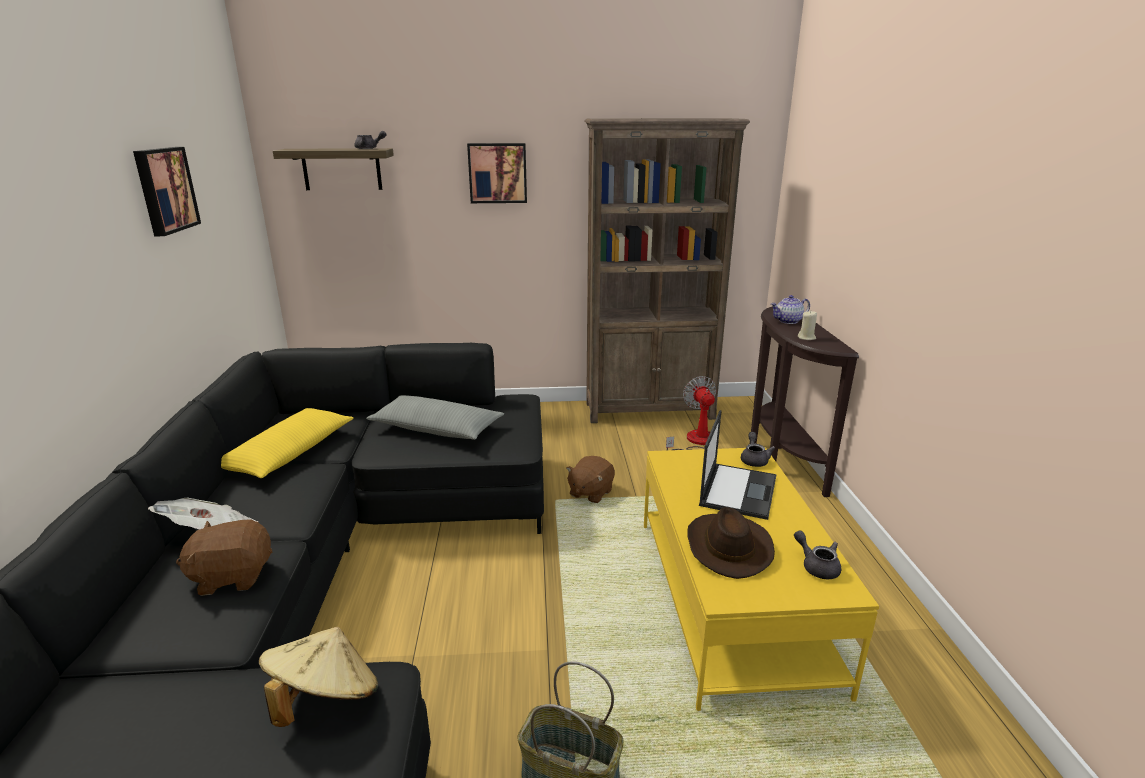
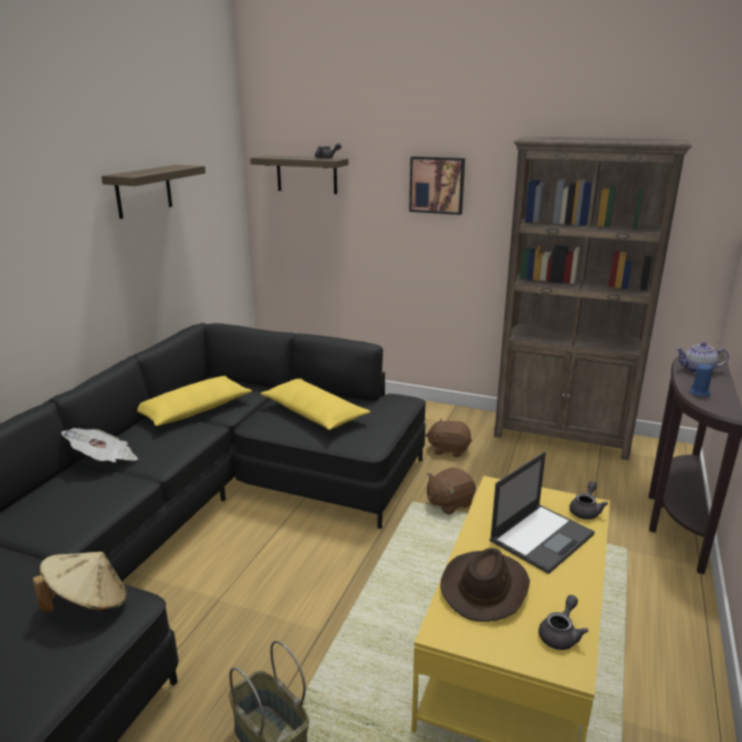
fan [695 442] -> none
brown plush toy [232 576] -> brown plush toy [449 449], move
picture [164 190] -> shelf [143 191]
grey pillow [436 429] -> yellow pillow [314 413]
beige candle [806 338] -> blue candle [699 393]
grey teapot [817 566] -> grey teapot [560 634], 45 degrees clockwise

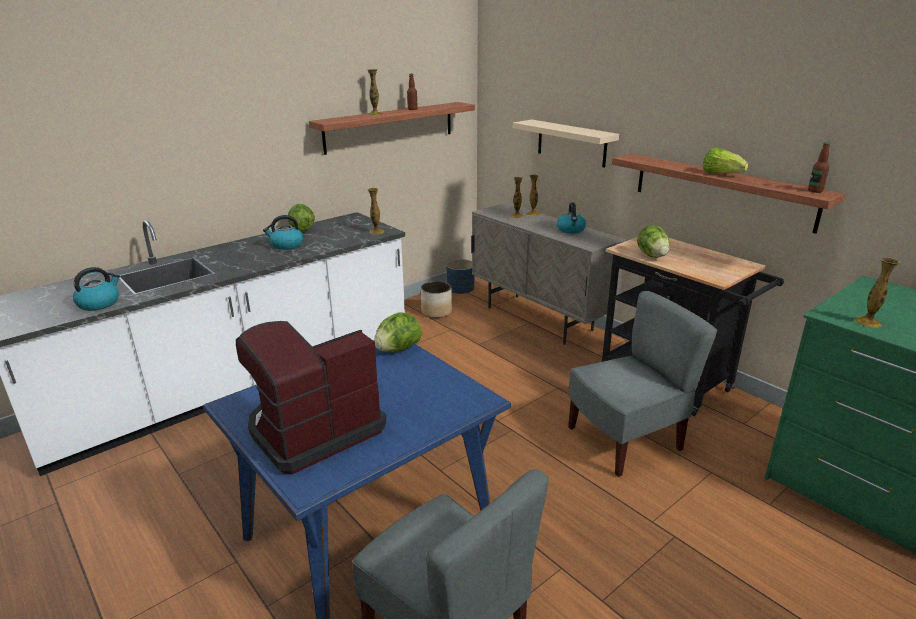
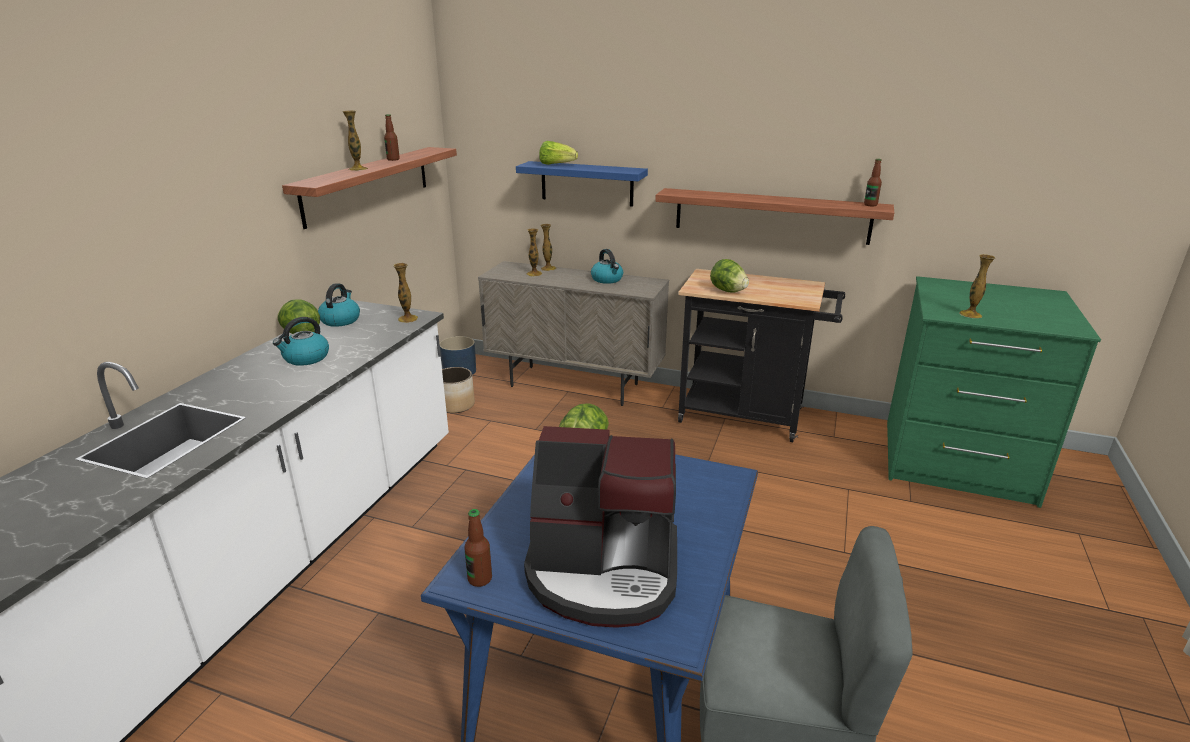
grey chair [626 440] -> none
none -> bottle [480 579]
kettle [99 303] -> kettle [340 320], move
lettuce [721 174] -> lettuce [556 164], move
beige shelf [571 143] -> blue shelf [586 183]
coffee machine [313 430] -> coffee machine [603 572], 105 degrees counterclockwise

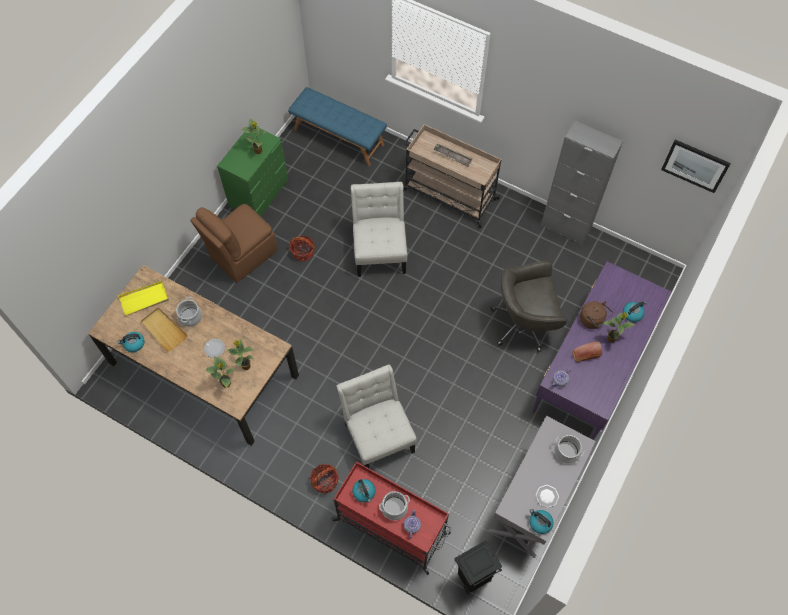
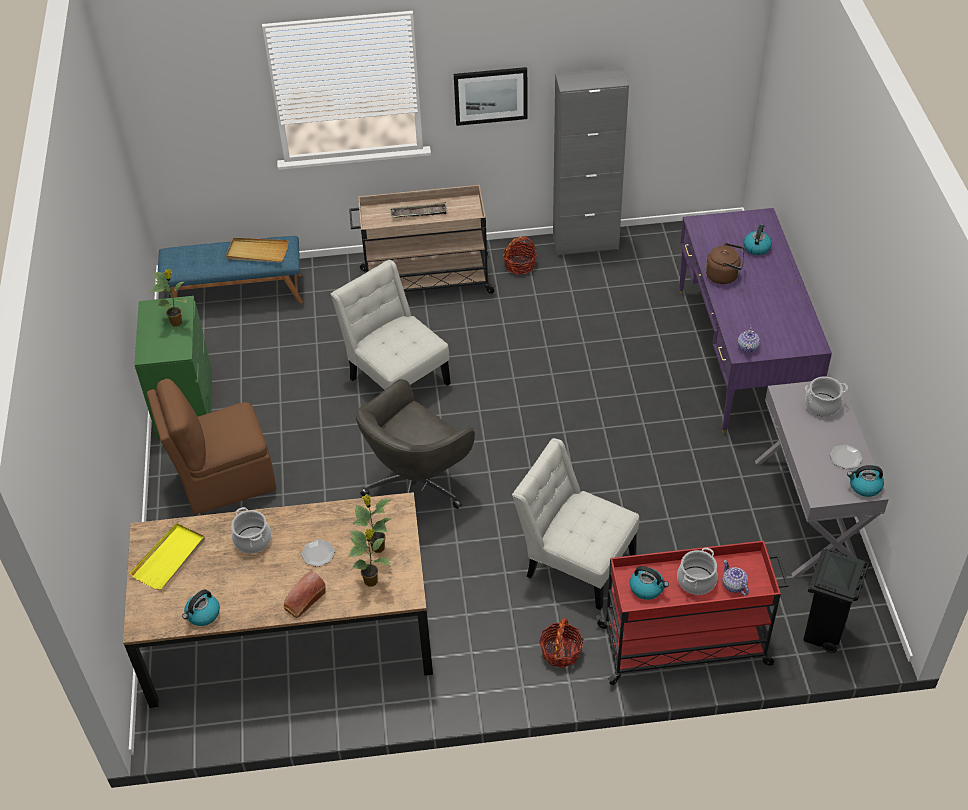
potted plant [611 338] -> none
beige tray [164 330] -> beige tray [257 252], move
basket [303 252] -> basket [520 265], move
grey office chair [524 323] -> grey office chair [417 487], move
bread [585 354] -> bread [304 601], move
picture [695 165] -> picture [490 95], move
brown chair [242 255] -> brown chair [224 480], 60 degrees clockwise

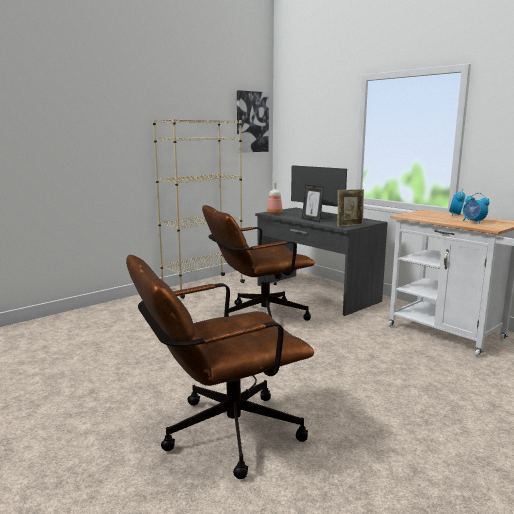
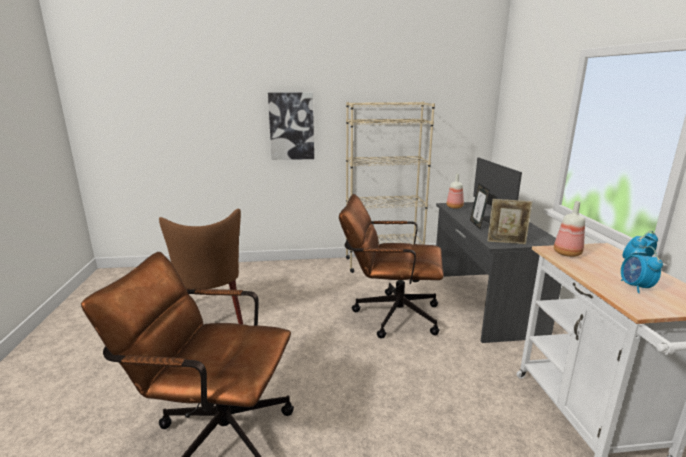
none -> brown chair [212 317]
none -> bottle [566 253]
picture [251 122] -> picture [291 126], move

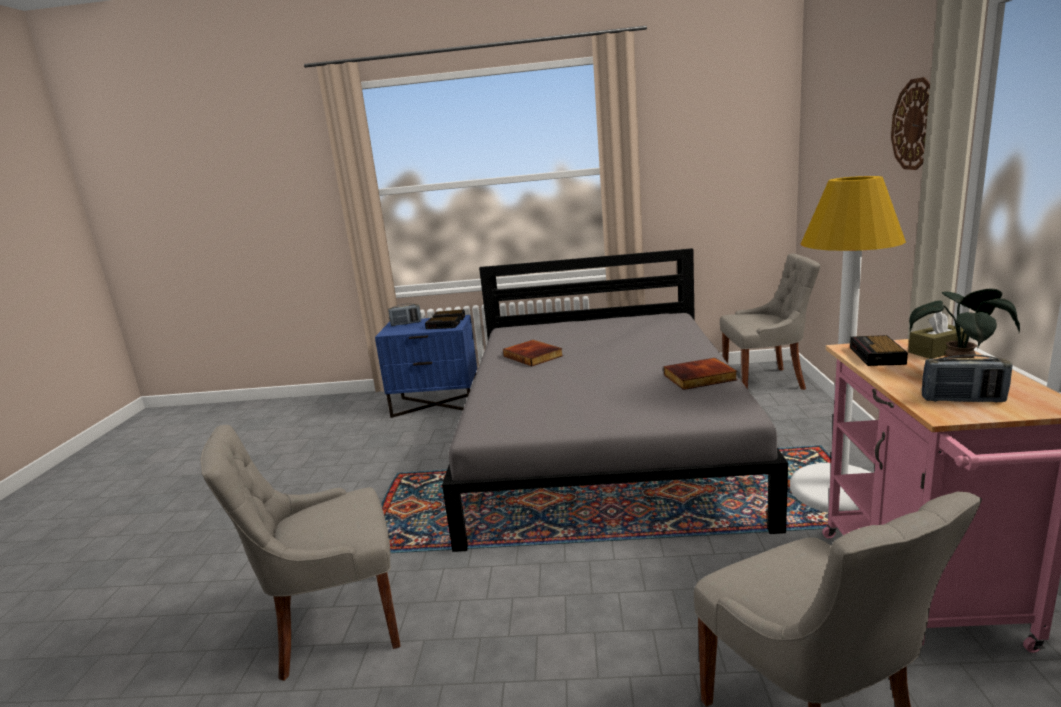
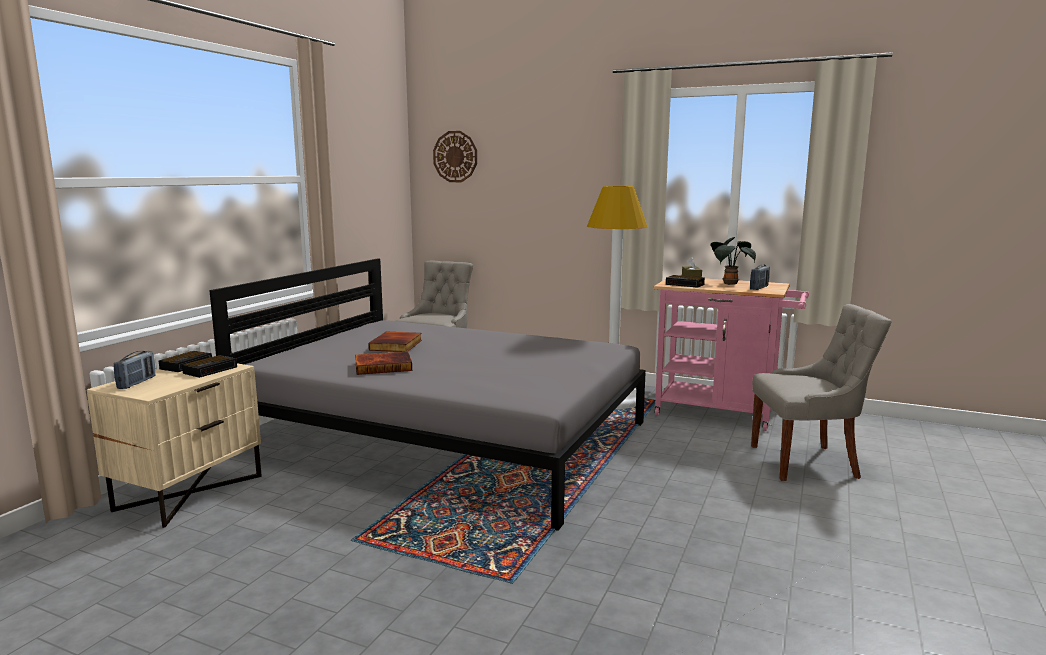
grey chair [333 626] -> none
book [699 378] -> book [397 345], move
wall clock [915 124] -> wall clock [455 156], move
blue nightstand [436 404] -> beige nightstand [189 492]

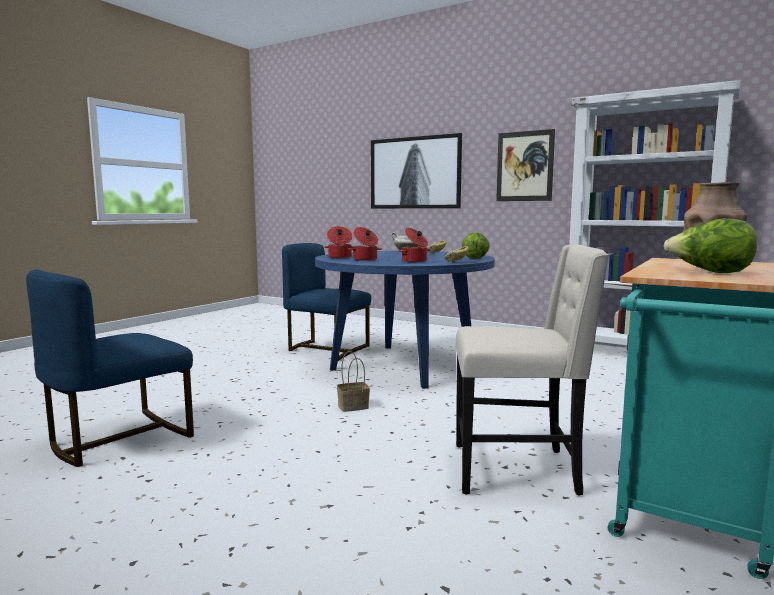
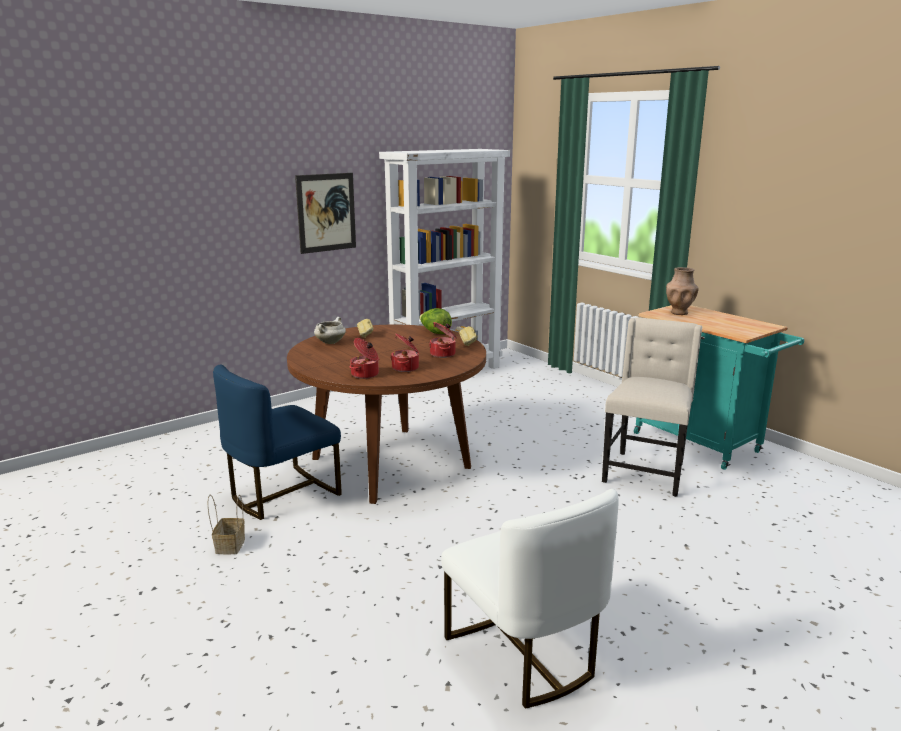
picture [414 173] -> none
lettuce [710 272] -> none
basket [354 406] -> basket [230 545], move
blue chair [118 438] -> white chair [524 654]
blue dining table [404 365] -> brown dining table [391 463]

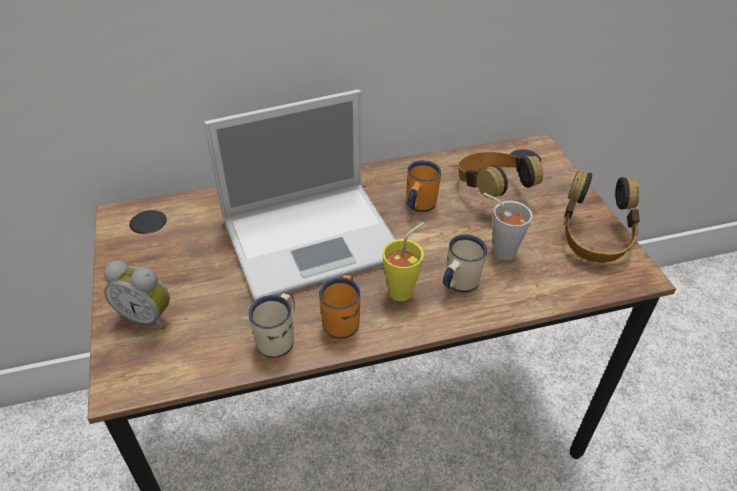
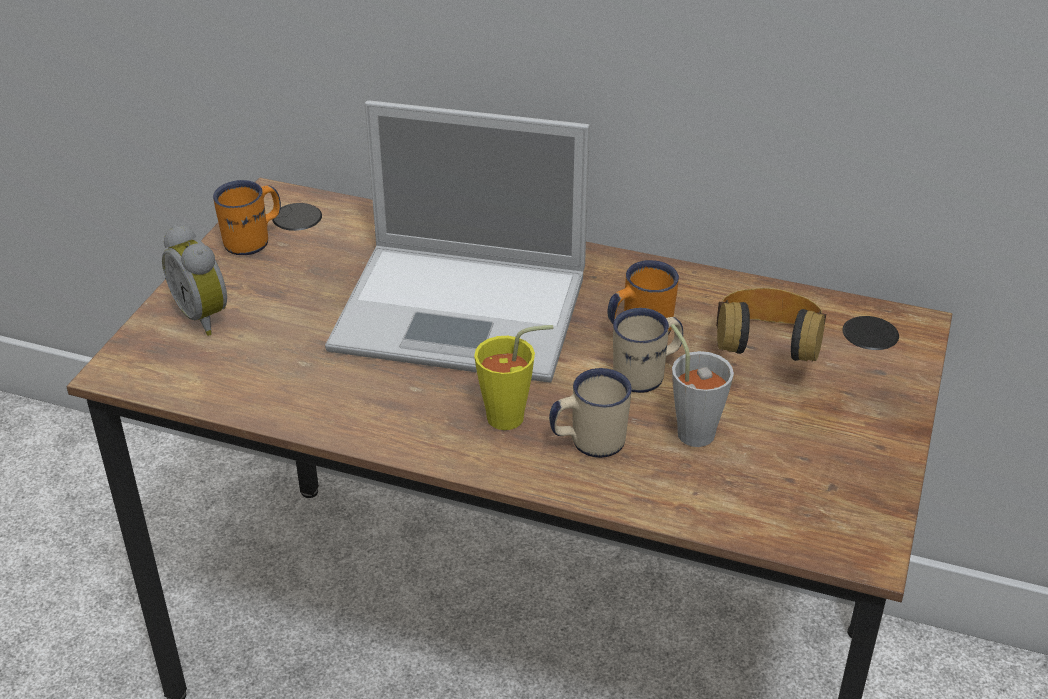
headphones [594 238] -> none
beige mug [279 337] -> beige mug [647 374], move
orange mug [343 319] -> orange mug [254 240], move

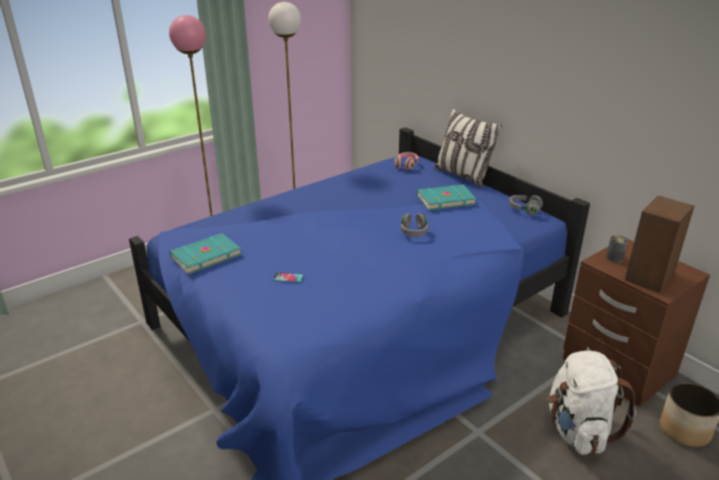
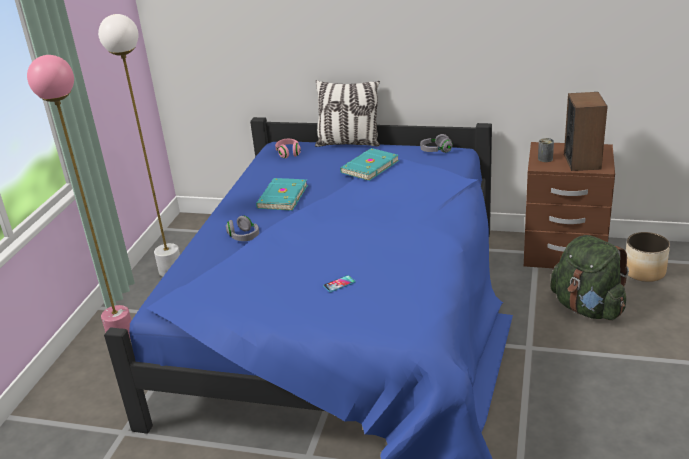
turquoise book [205 255] -> turquoise book [281 197], move
grey headphones [413 232] -> grey headphones [244 237], move
white backpack [578 430] -> green backpack [587 308]

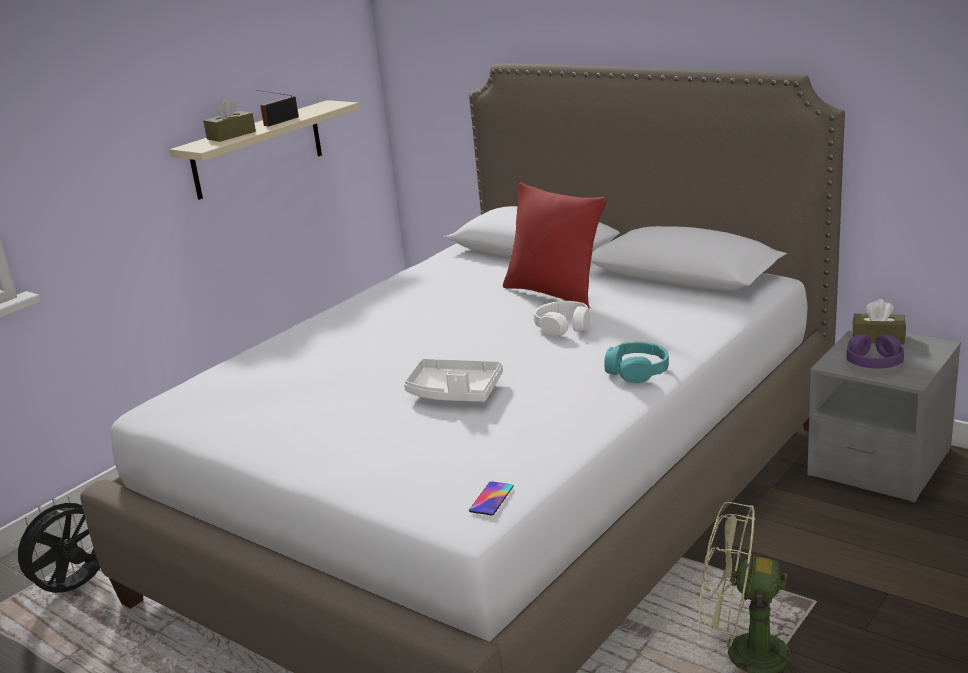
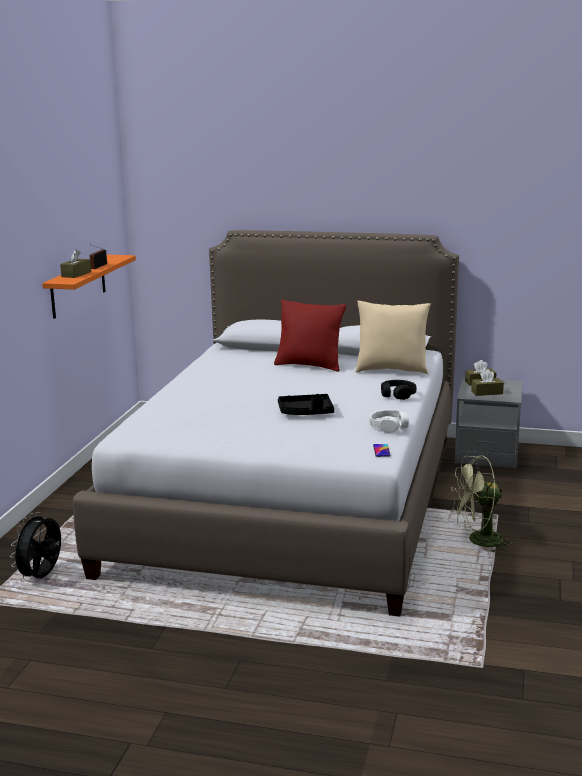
none -> beige pillow [391 370]
white headphones [563 326] -> white headphones [388 426], move
purple headphones [874 361] -> brown tissue box [487 392]
beige shelf [257 149] -> orange shelf [78 286]
white tray [454 392] -> black tray [306 412]
turquoise headphones [637 371] -> black headphones [398 395]

